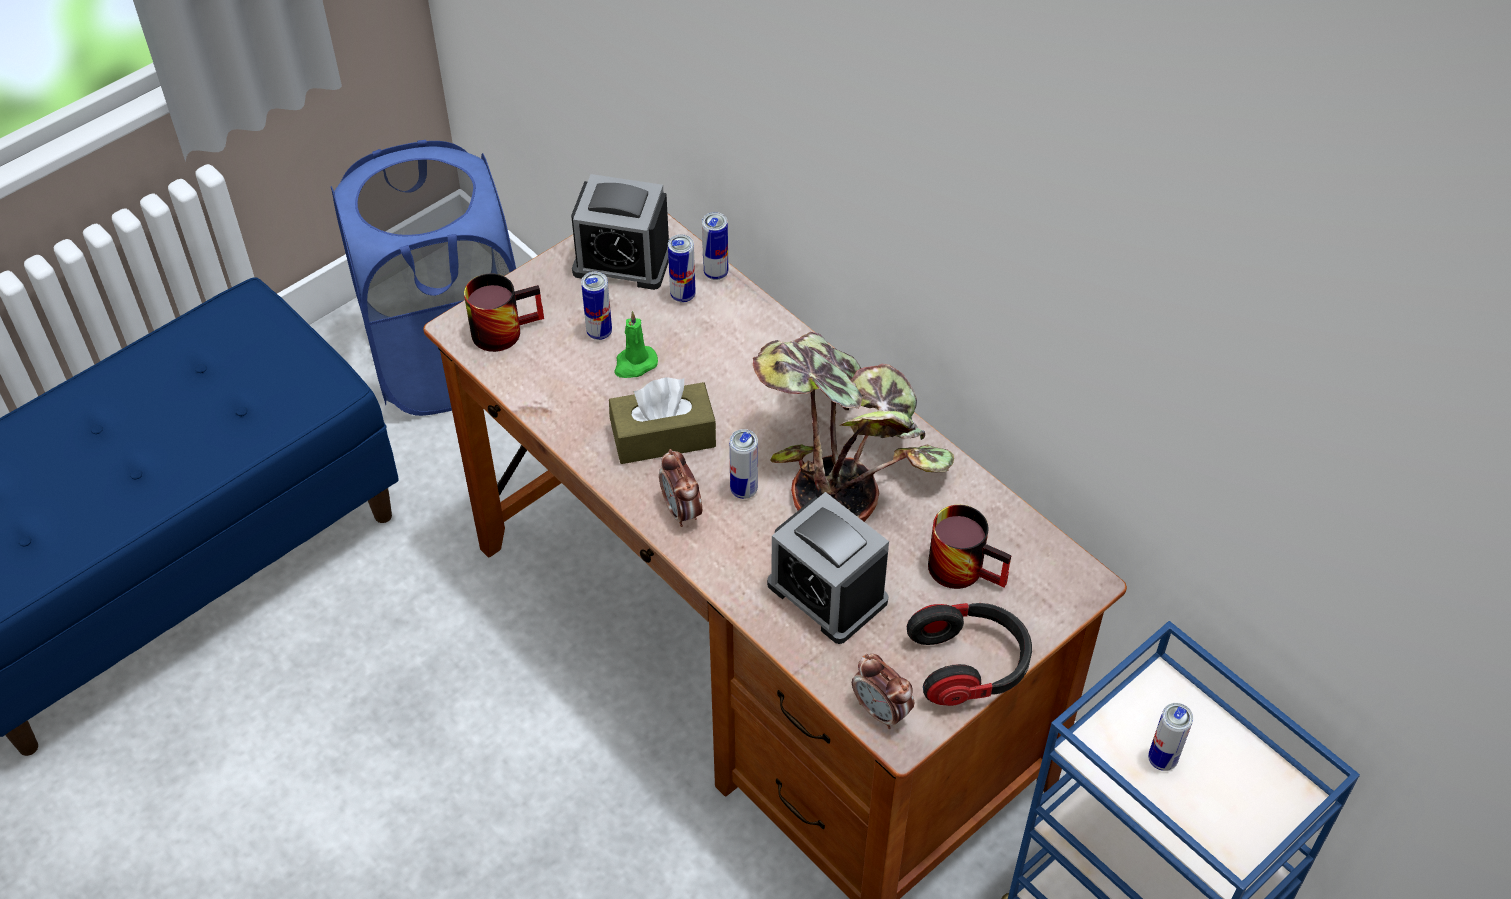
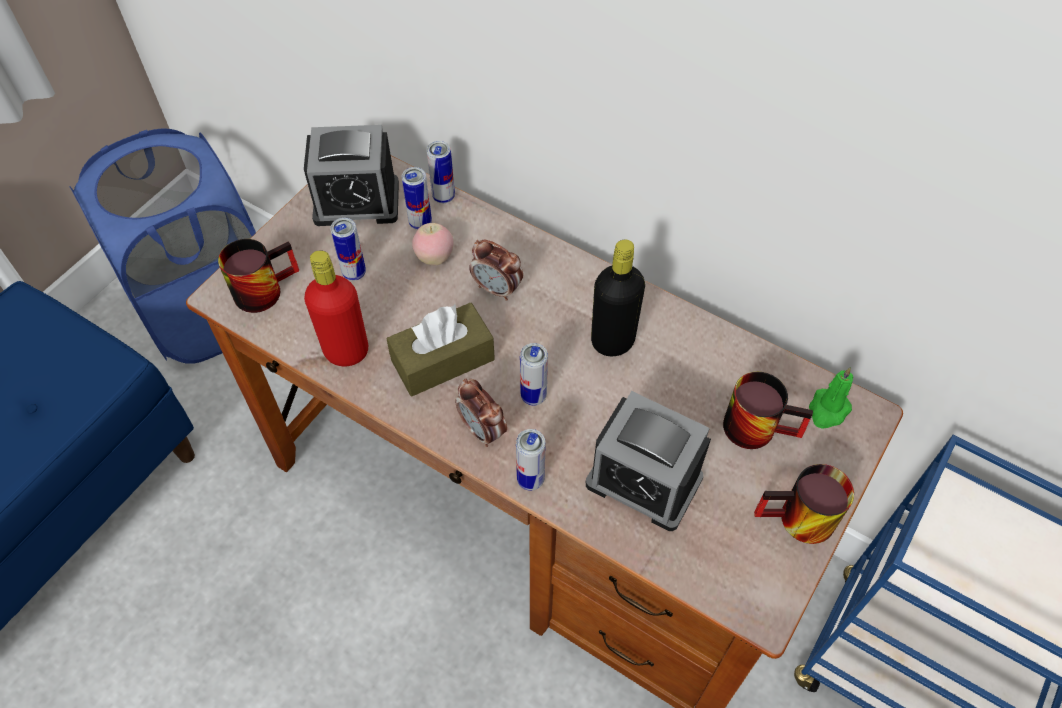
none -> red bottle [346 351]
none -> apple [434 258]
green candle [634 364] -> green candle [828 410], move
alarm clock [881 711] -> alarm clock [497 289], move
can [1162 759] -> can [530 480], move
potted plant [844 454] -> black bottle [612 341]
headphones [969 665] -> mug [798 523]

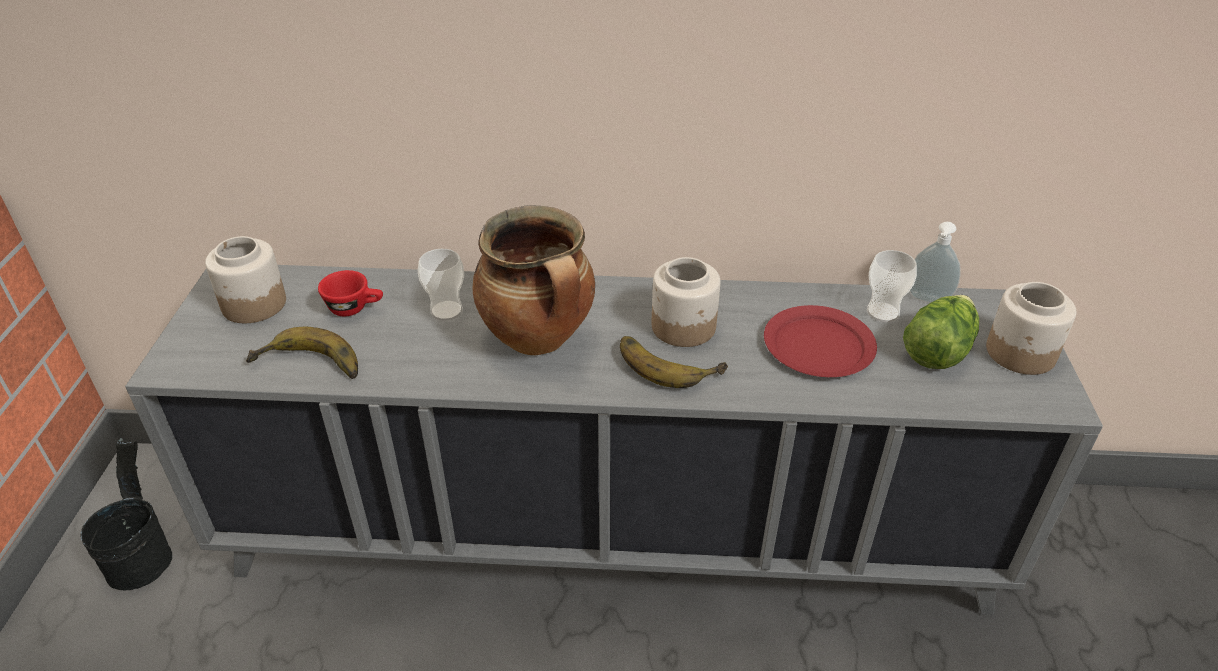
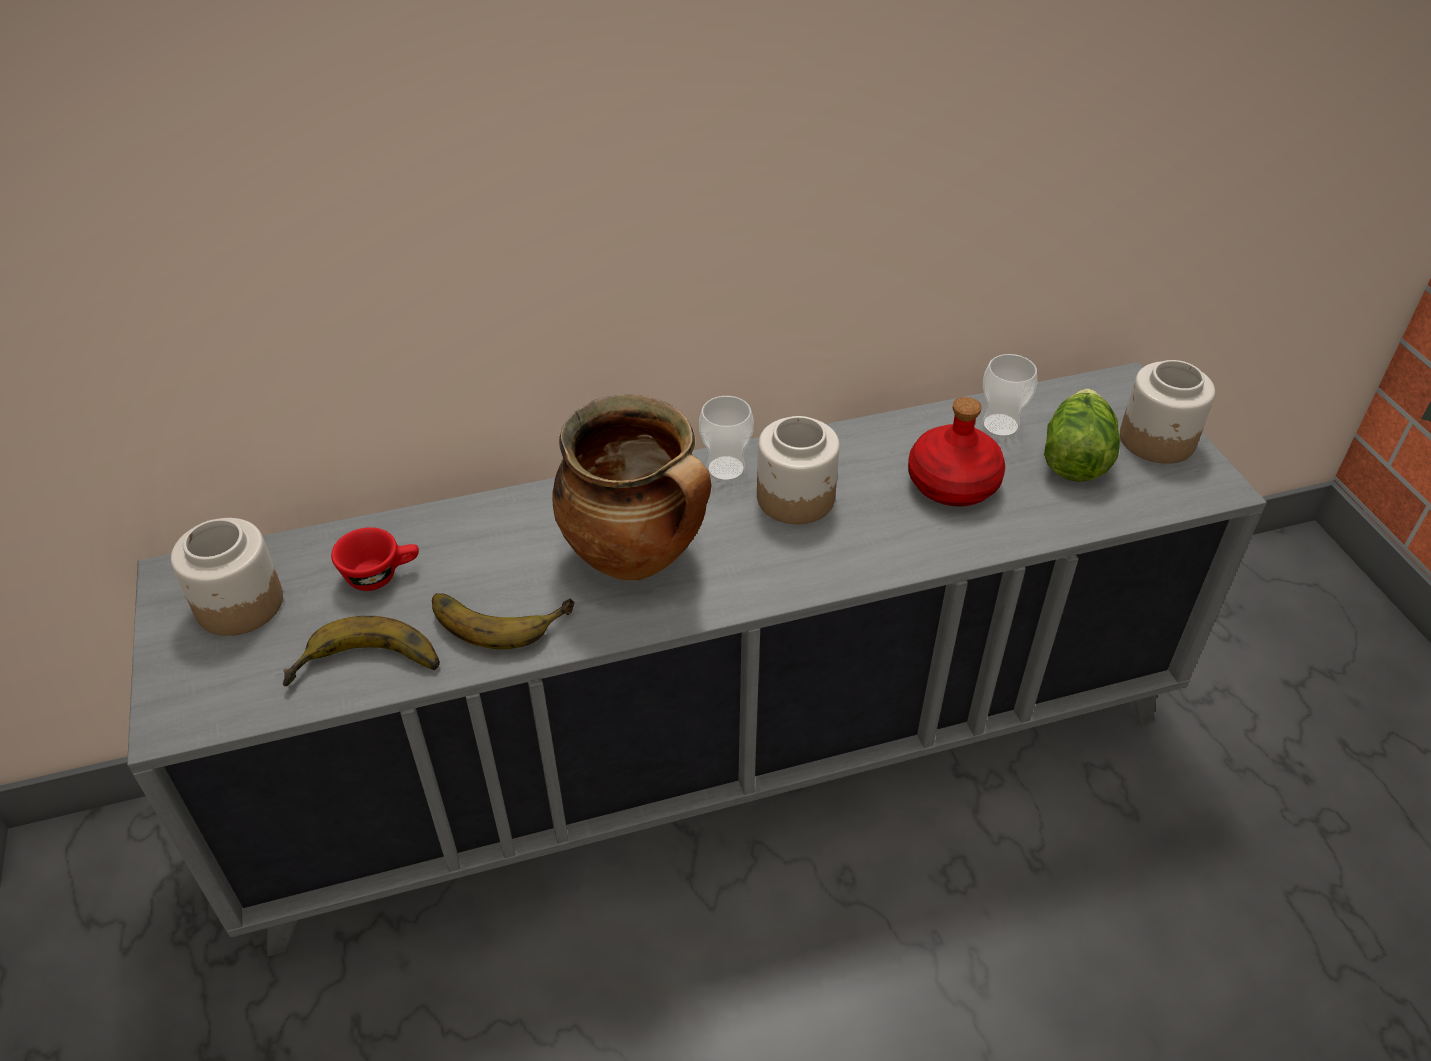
black bucket [142 555] -> none
soap dispenser [927 300] -> none
cup [446 311] -> cup [726 469], move
banana [668 362] -> banana [499 614], move
red plate [819 345] -> red bottle [954 483]

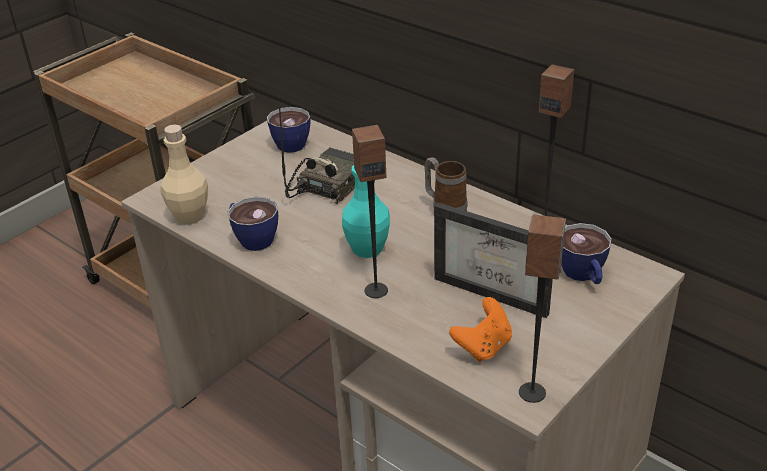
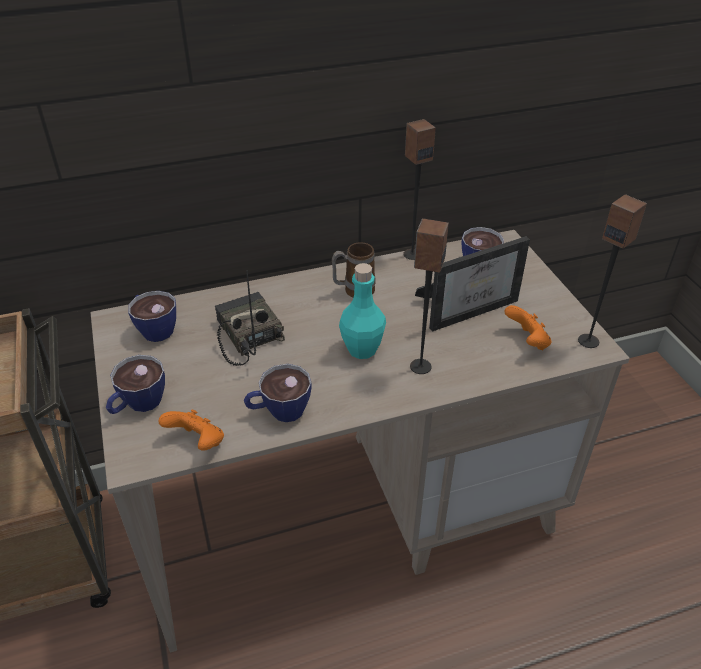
none -> cup [138 405]
beige bottle [189 216] -> orange game controller [197 442]

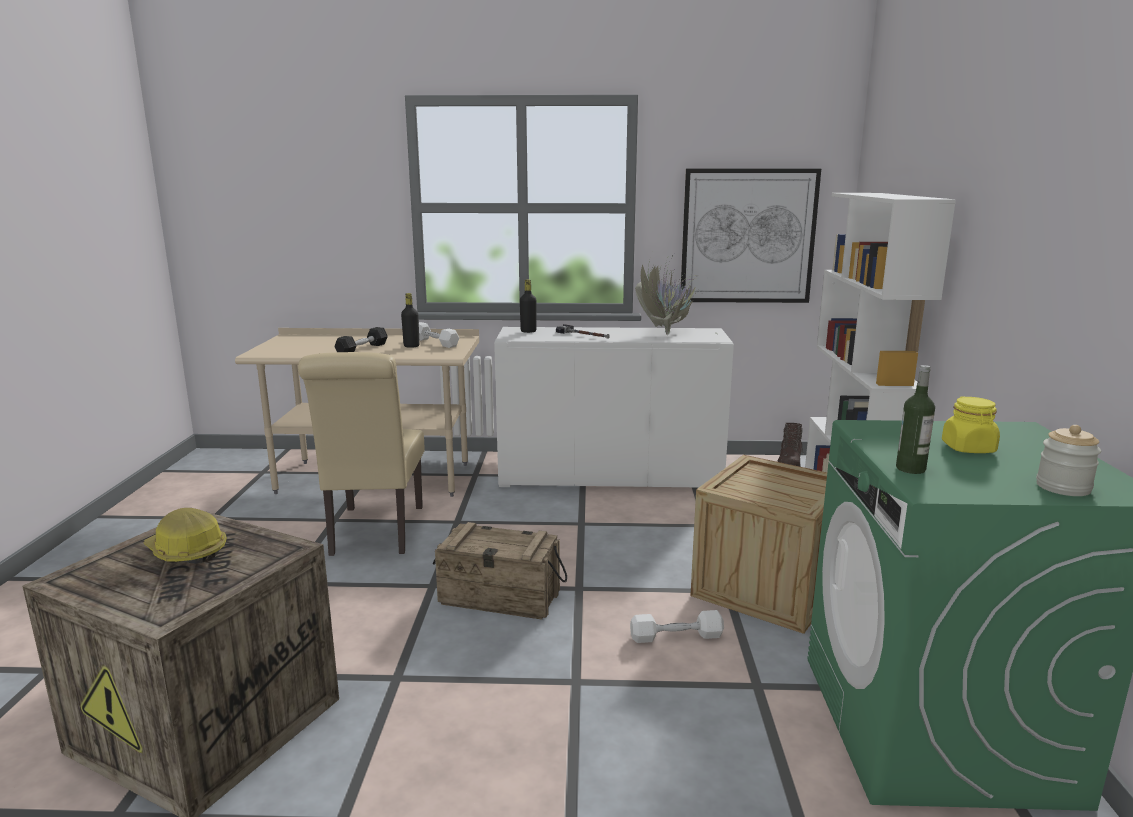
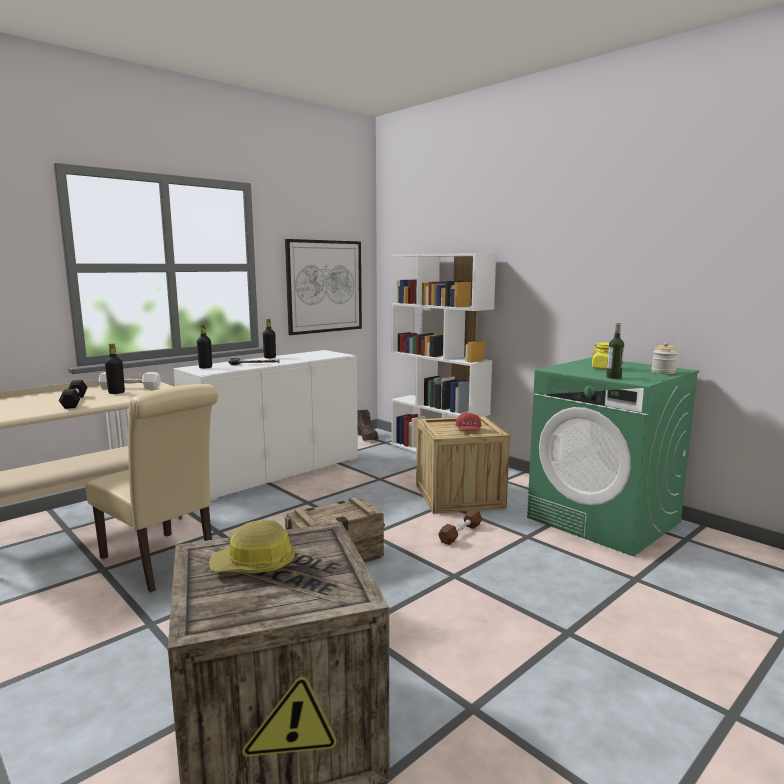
potted plant [666 333] -> none
none -> black bottle [270 357]
none -> red cap [468 431]
white dumbbell [676 636] -> brown dumbbell [460 533]

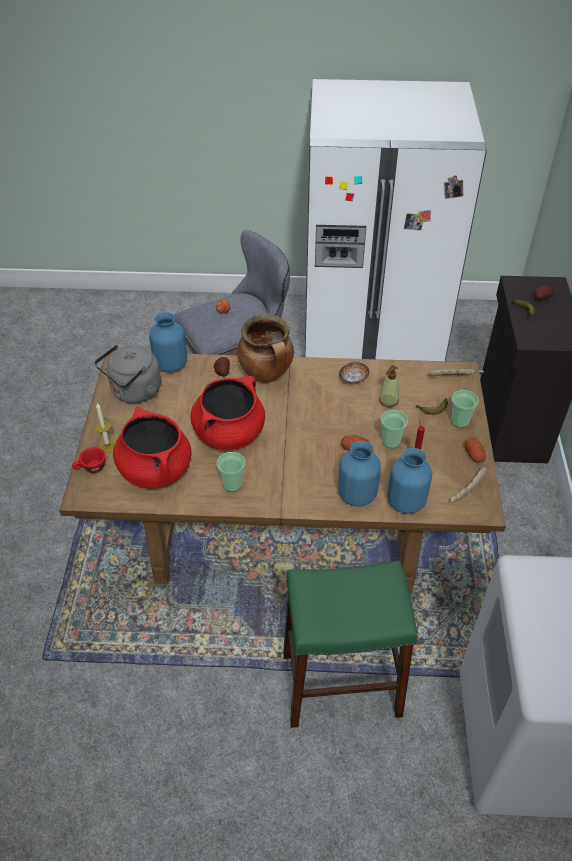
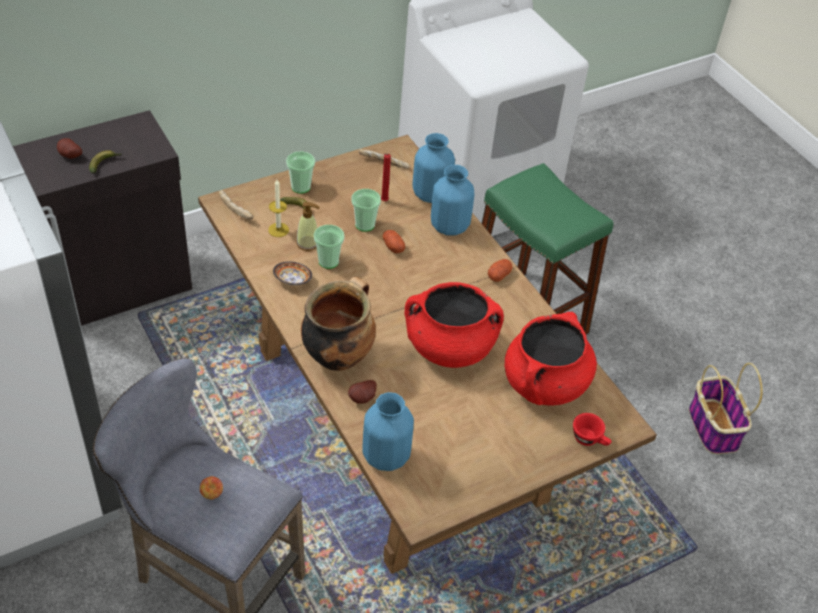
grey kettle [134 392] -> none
none -> basket [712 426]
candle [107 445] -> candle [278 230], move
cup [232 484] -> cup [328 261], move
potato [474 455] -> potato [499 275], move

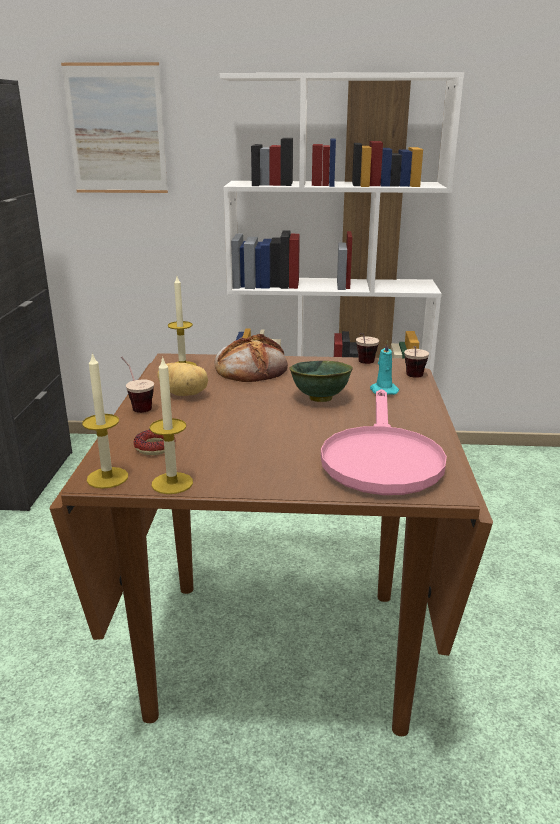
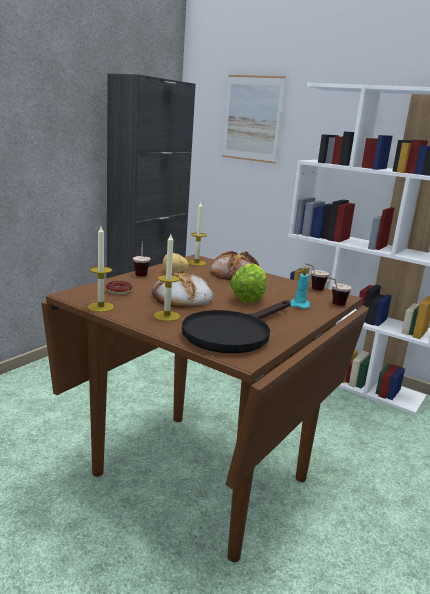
none -> bread [181 298]
candle [107 478] -> candle [166 316], move
green bowl [319 399] -> lettuce [249 297]
pink frying pan [380 458] -> black frying pan [233 333]

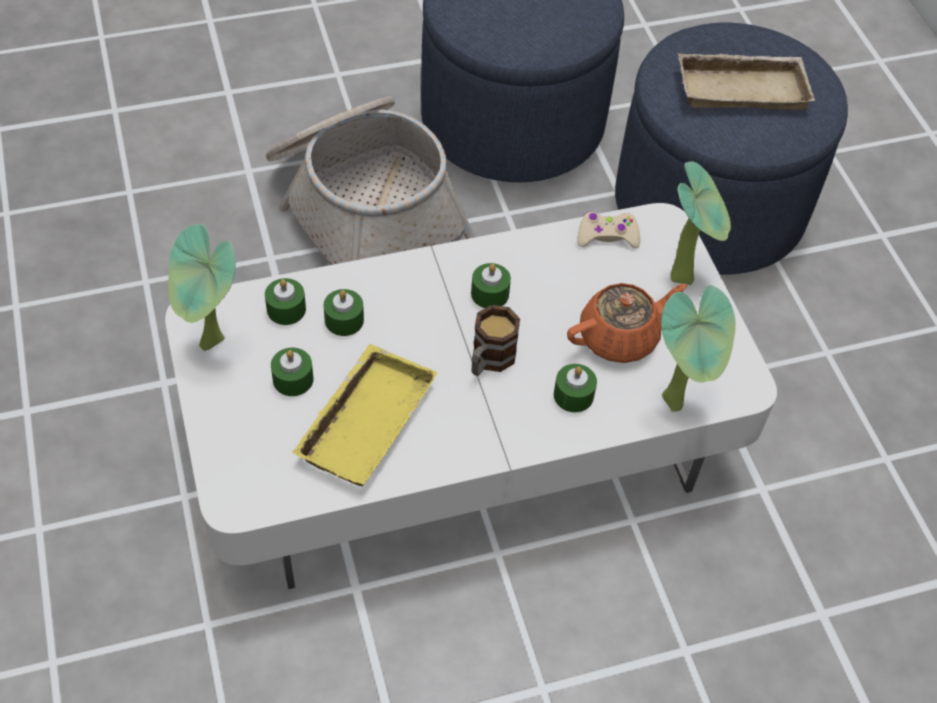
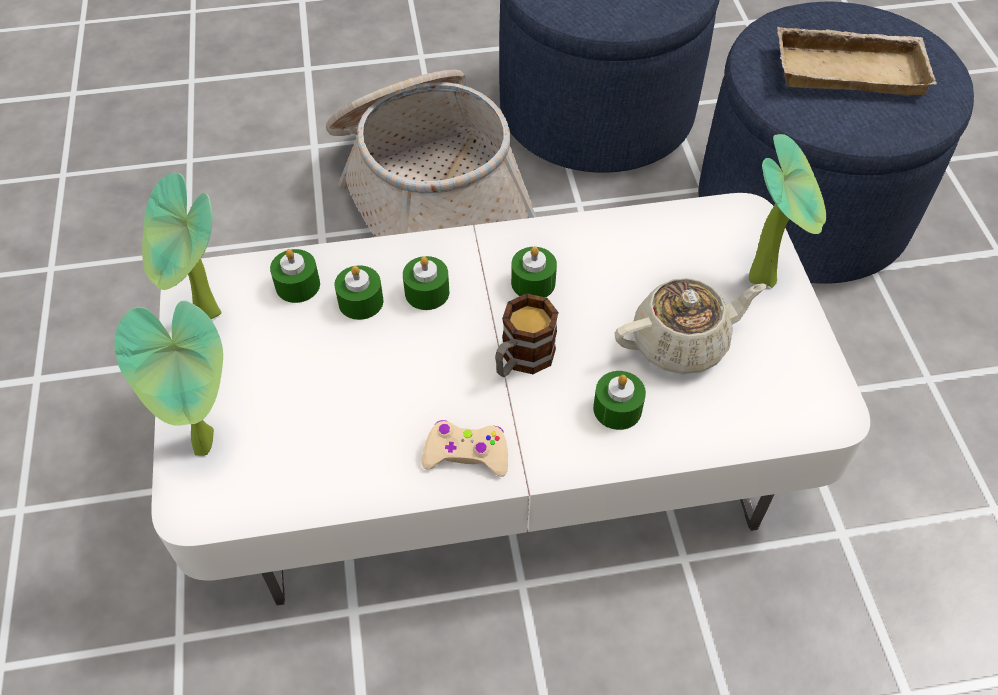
yellow tray [364 419] -> none
green candle [293 379] -> green candle [427 292], move
beige game controller [607 236] -> beige game controller [466 454], move
potted plant [678 402] -> potted plant [209 445], move
orange teapot [620 337] -> beige teapot [681 343]

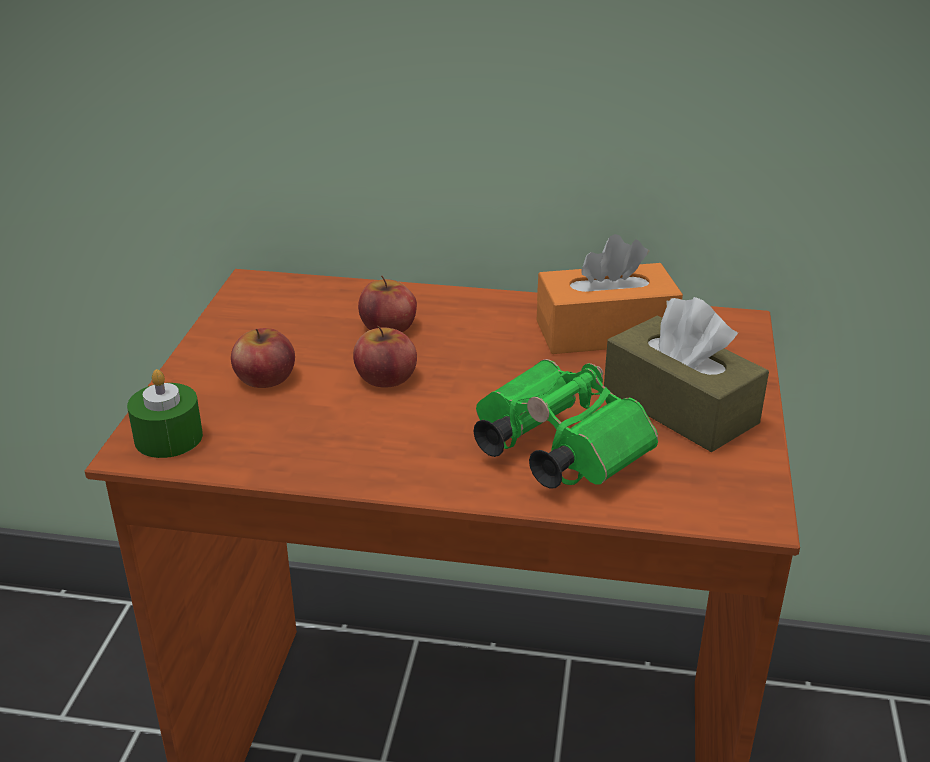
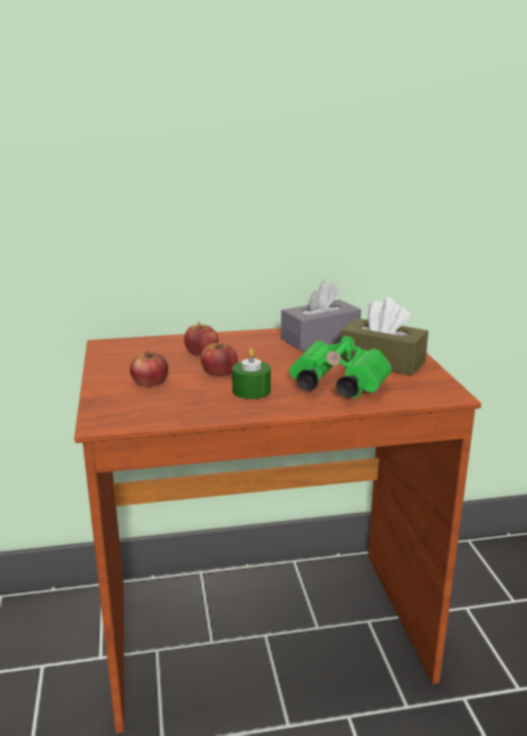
green candle [168 437] -> green candle [251 391], move
orange tissue box [605 332] -> grey tissue box [320 339]

